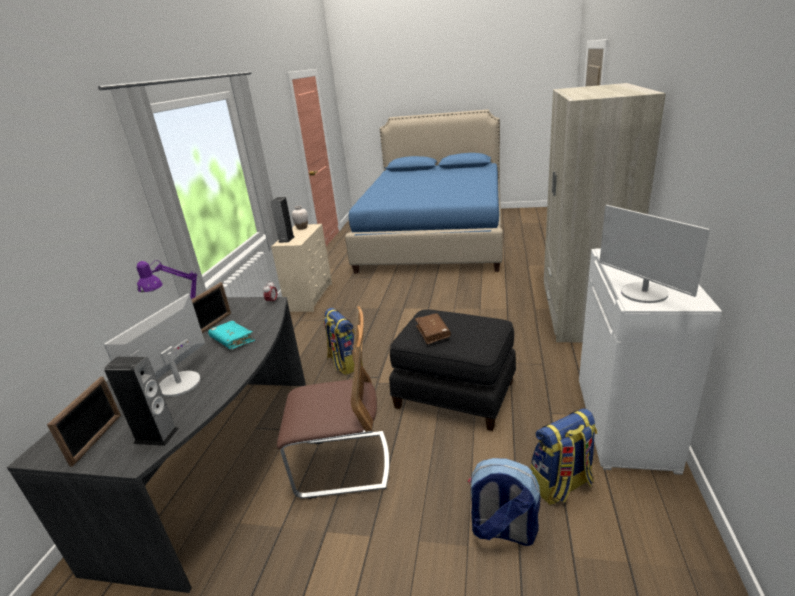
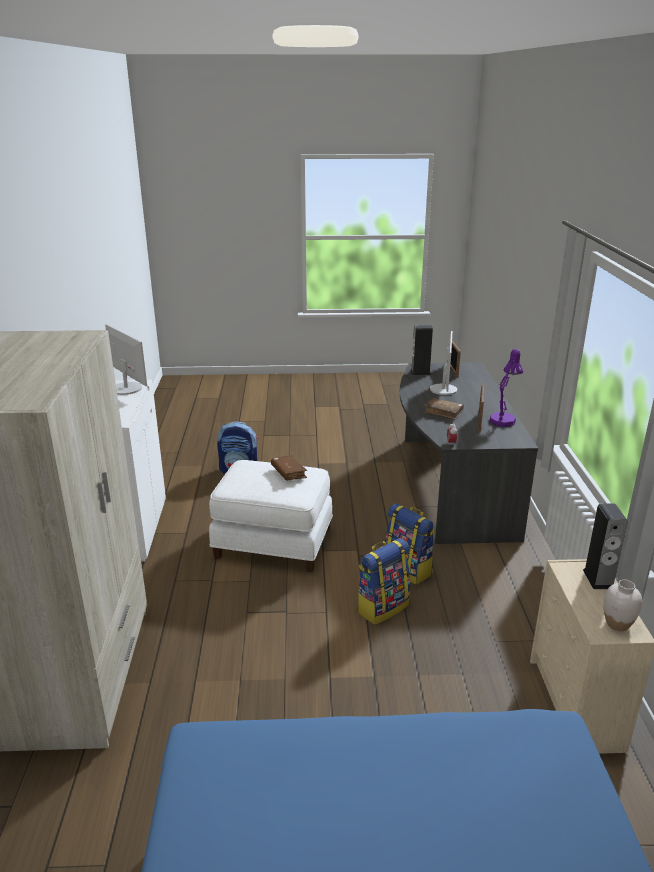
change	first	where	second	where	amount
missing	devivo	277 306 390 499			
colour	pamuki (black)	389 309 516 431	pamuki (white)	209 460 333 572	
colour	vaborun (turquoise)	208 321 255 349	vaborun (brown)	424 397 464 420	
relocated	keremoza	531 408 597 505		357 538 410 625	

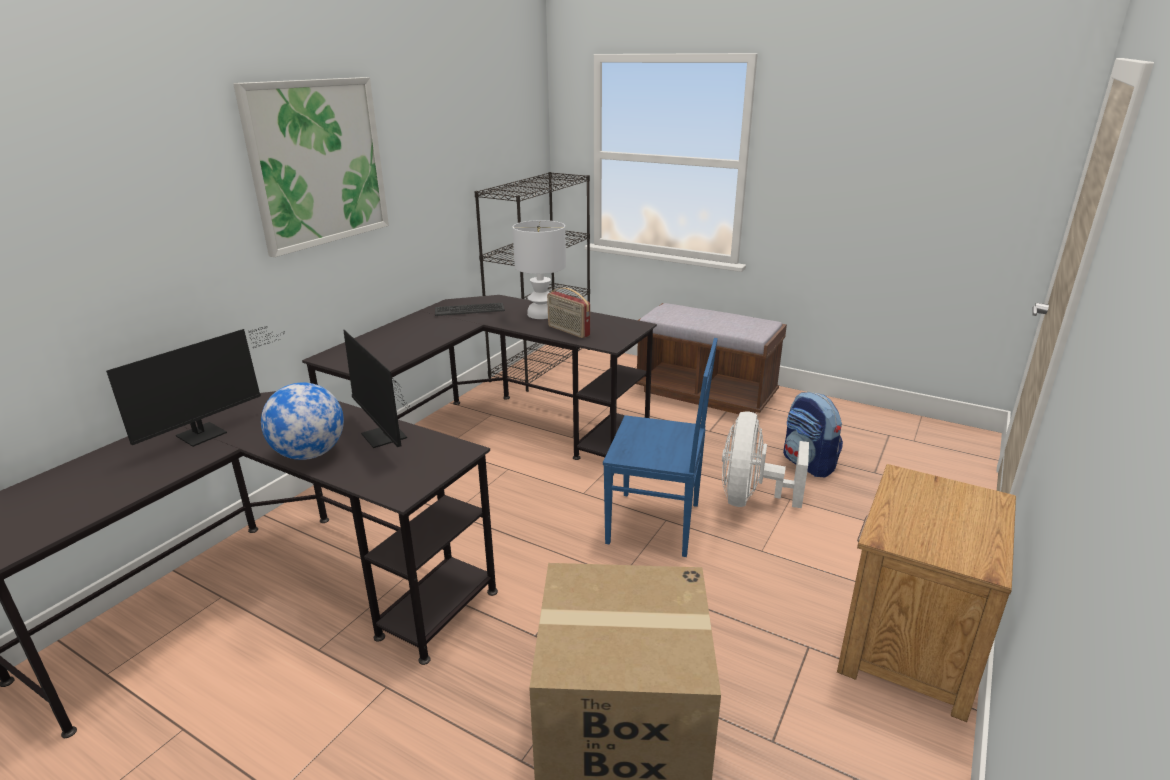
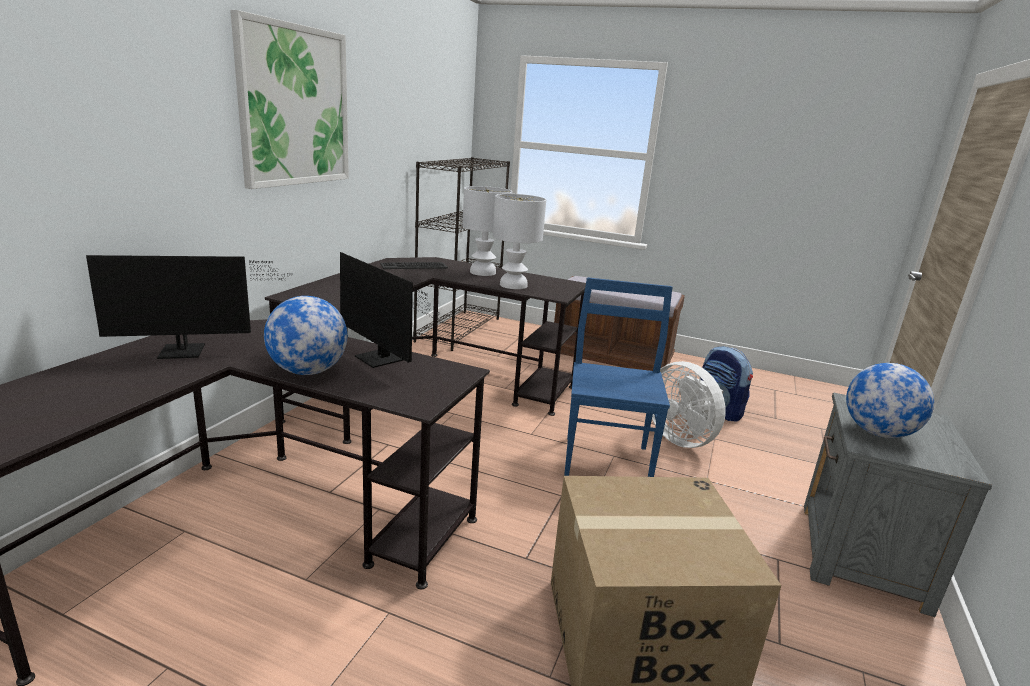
change	first	where	second	where	amount
exchanged	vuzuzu	547 288 590 338	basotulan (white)	493 194 546 289	
spun	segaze	106 327 284 447		86 255 290 359	45 degrees clockwise
spun	devivo (blue)	603 338 718 557		564 278 673 477	90 degrees counterclockwise
spun	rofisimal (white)	722 412 809 508		652 361 726 448	45 degrees counterclockwise
colour	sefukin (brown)	837 464 1016 722	sefukin (grey)	804 392 992 617	
appeared			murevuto	846 363 934 438	

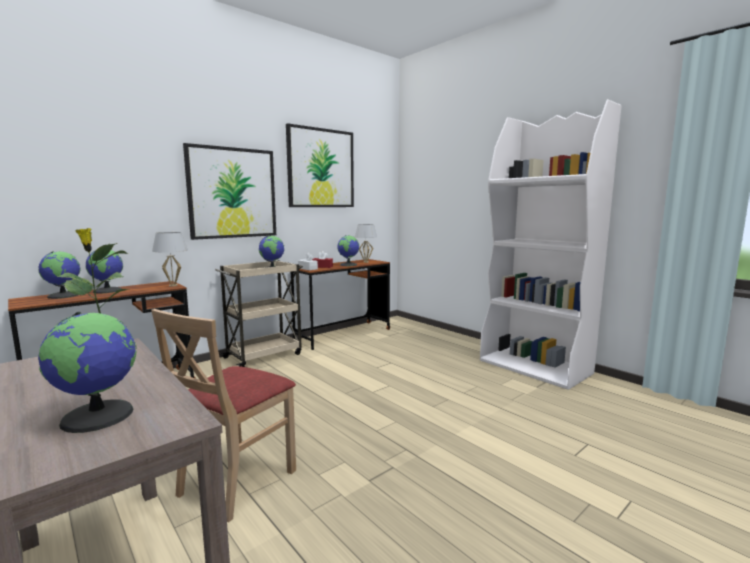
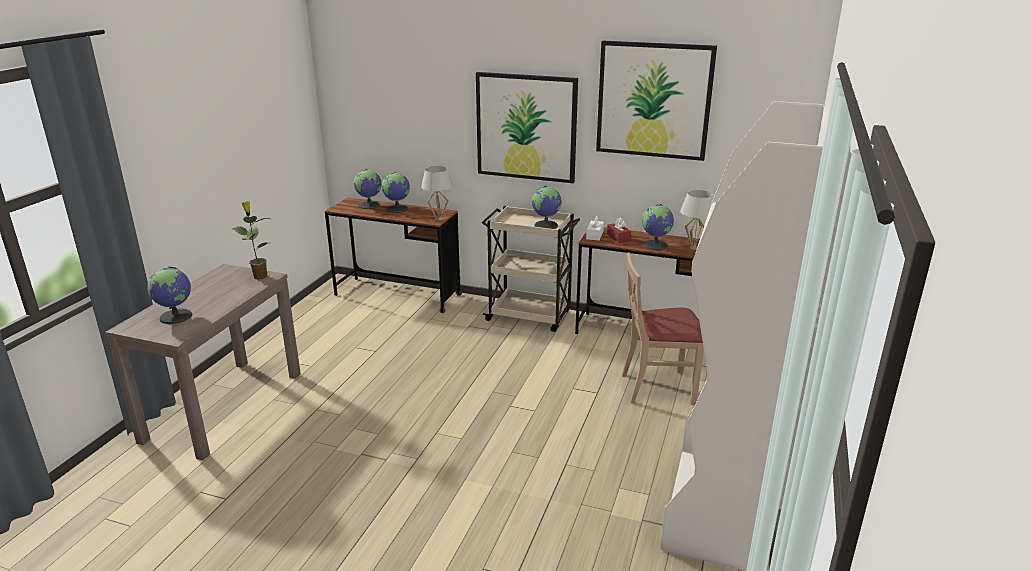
change	first	where	second	where	amount
relocated	devivo (beige)	151 309 296 522		622 252 704 405	

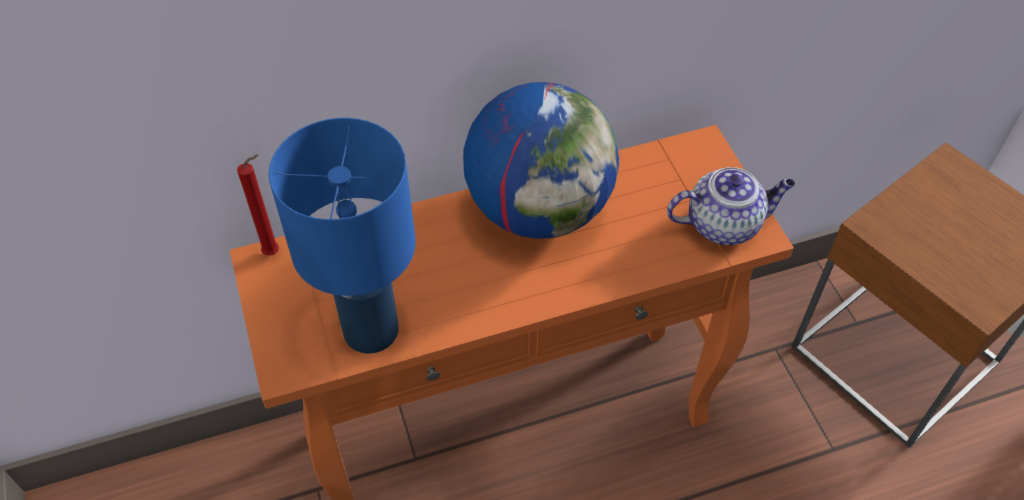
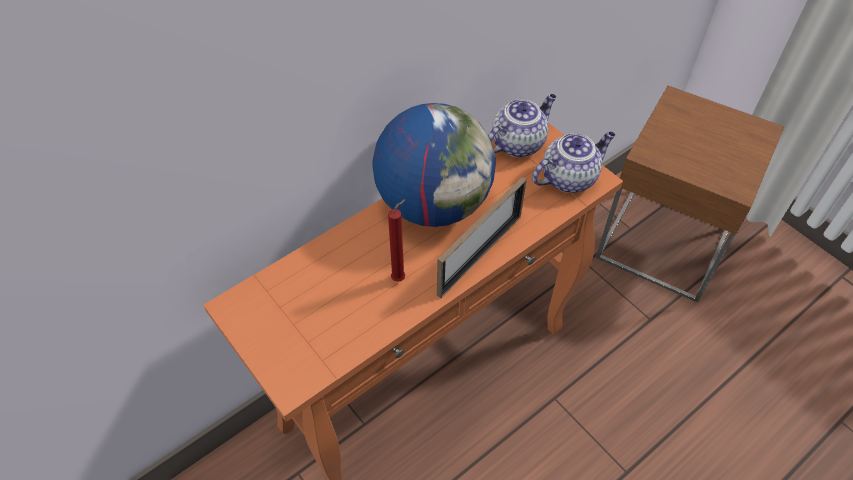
change	first	where	second	where	amount
missing	basotulan (blue)	269 118 416 354			
relocated	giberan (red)	237 155 279 256		388 199 406 282	
appeared			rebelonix	488 94 557 158	
appeared			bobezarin	437 177 527 298	

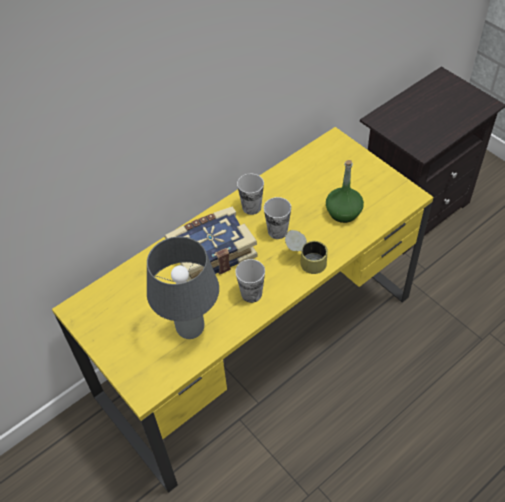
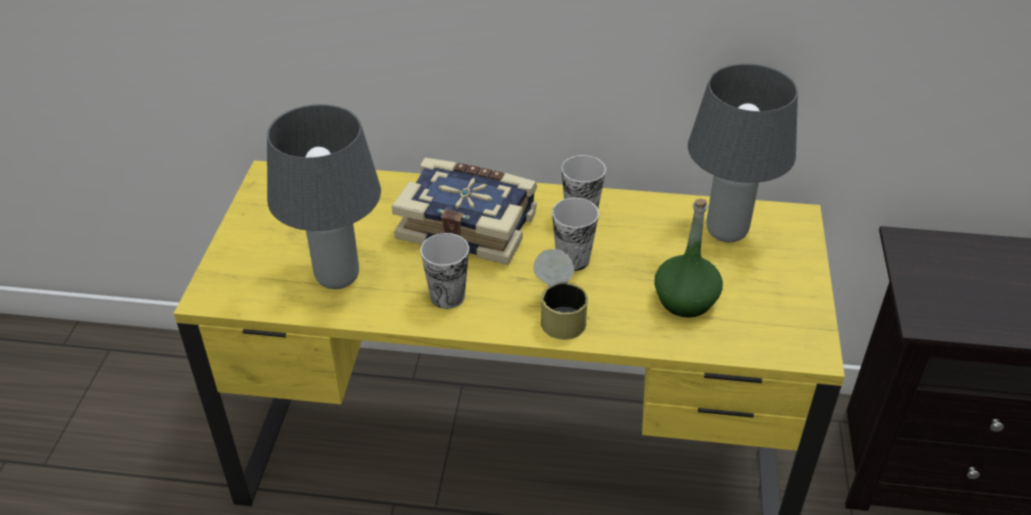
change	first	where	second	where	amount
appeared			basotulan (grey)	688 63 798 243	

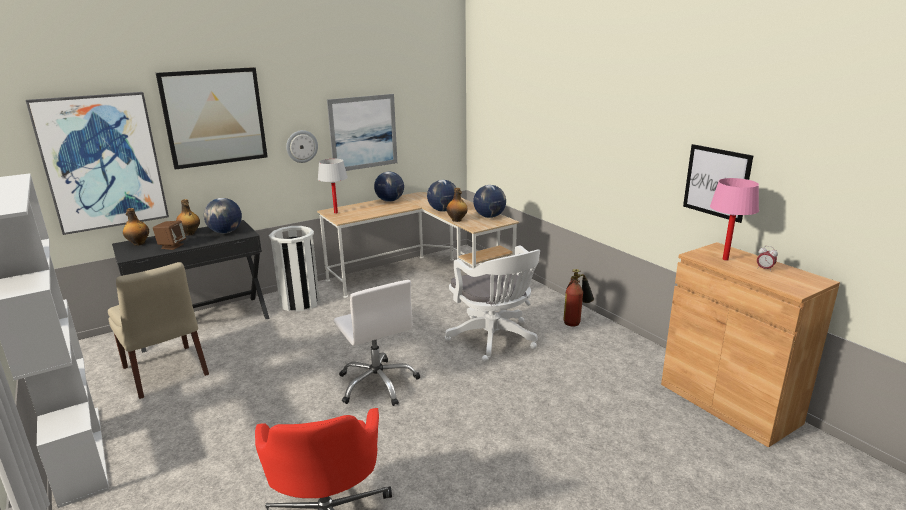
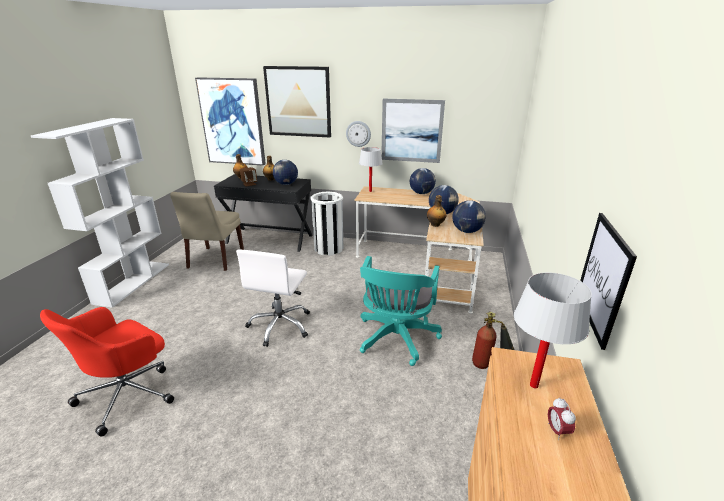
change	first	where	second	where	amount
colour	basotulan (pink)	710 178 759 261	basotulan (white)	514 272 592 388	
colour	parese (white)	445 246 540 362	parese (turquoise)	360 256 442 366	

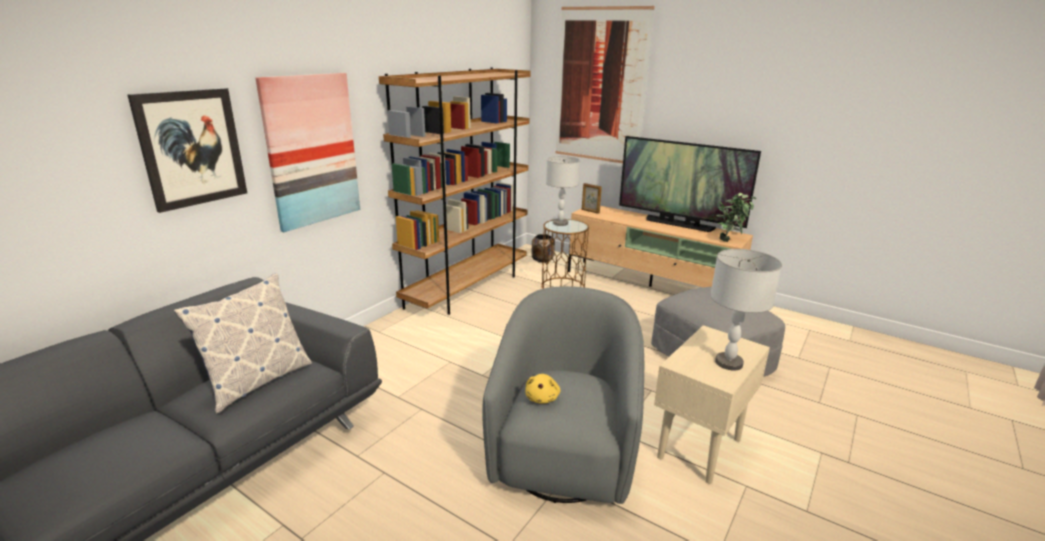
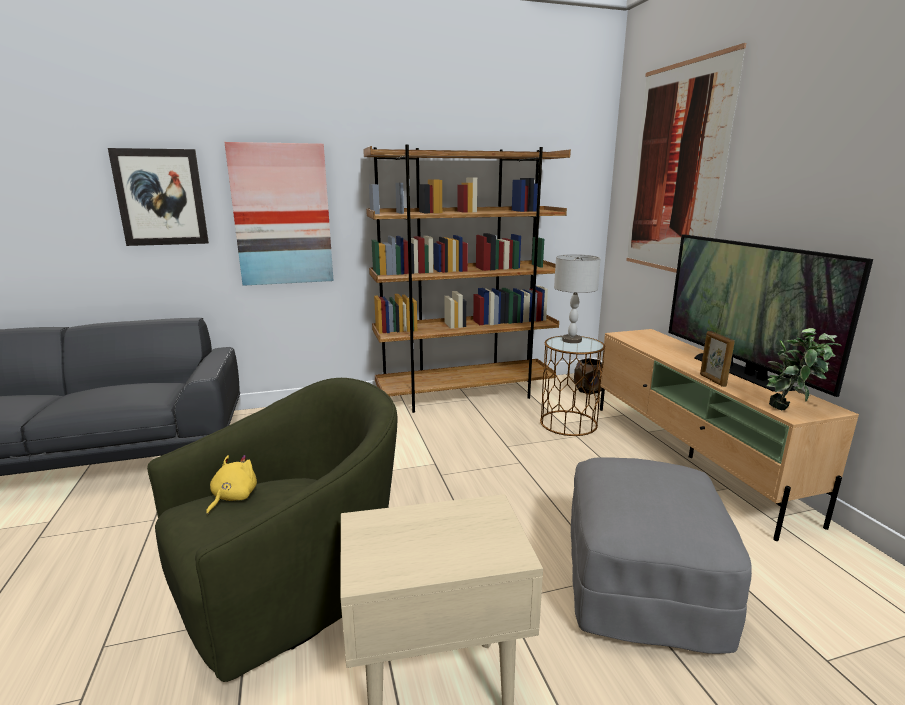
change	first	where	second	where	amount
relocated	bobezarin	582 183 602 214		700 331 735 387	
missing	basotulan (grey)	710 249 782 371			
missing	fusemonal	174 273 312 414			
colour	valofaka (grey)	482 286 644 504	valofaka (green)	147 378 397 682	
spun	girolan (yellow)	525 374 560 404		206 455 257 515	150 degrees clockwise

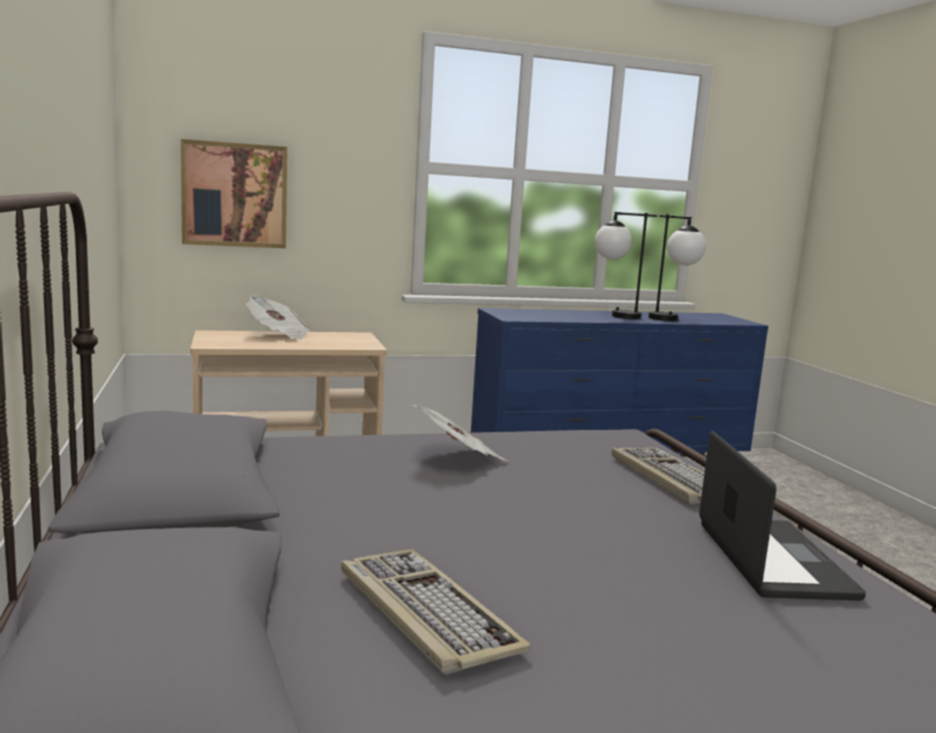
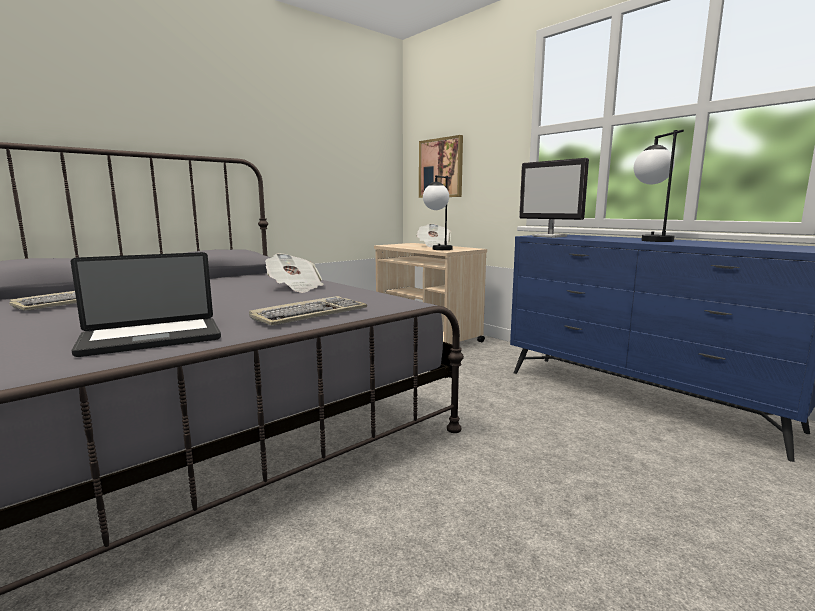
change	first	where	second	where	amount
relocated	basotulan	648 214 706 321		423 175 453 250	
appeared			segaze	519 158 589 238	

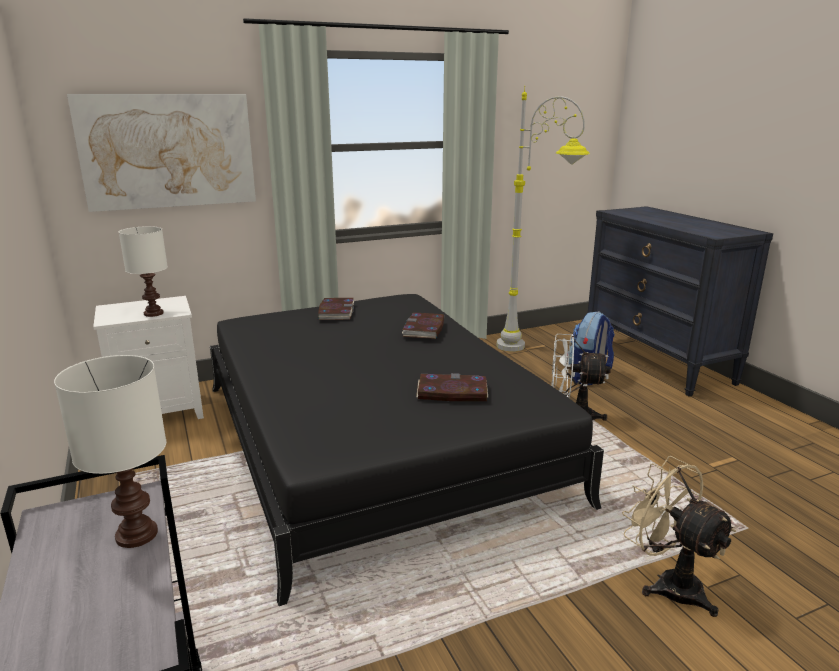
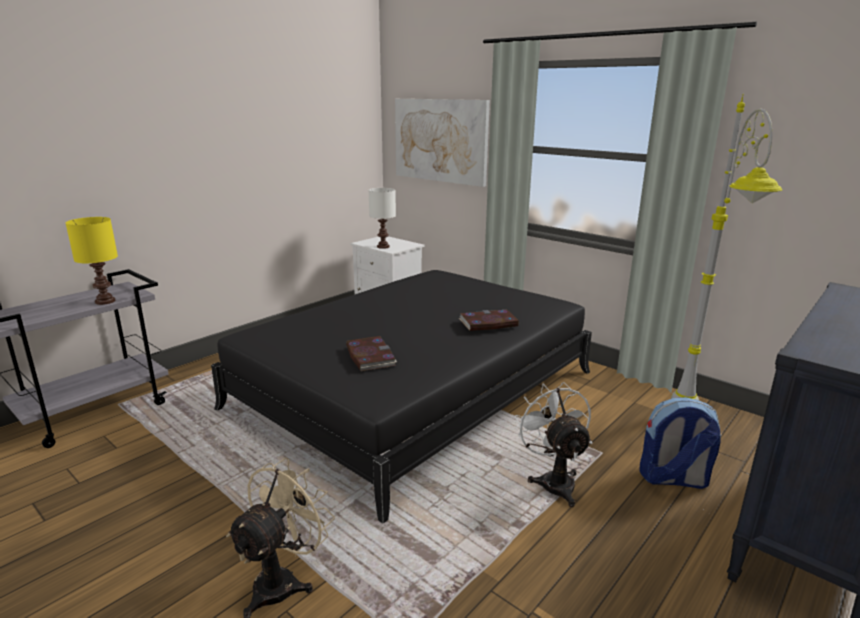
change	first	where	second	where	amount
missing	vaborun	318 298 354 320			
colour	basotulan (white)	54 355 166 548	basotulan (yellow)	66 217 118 305	

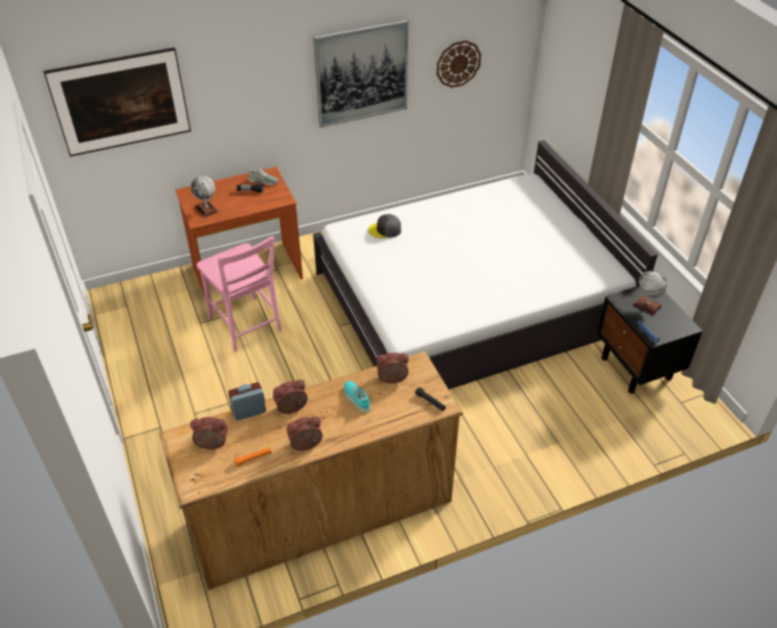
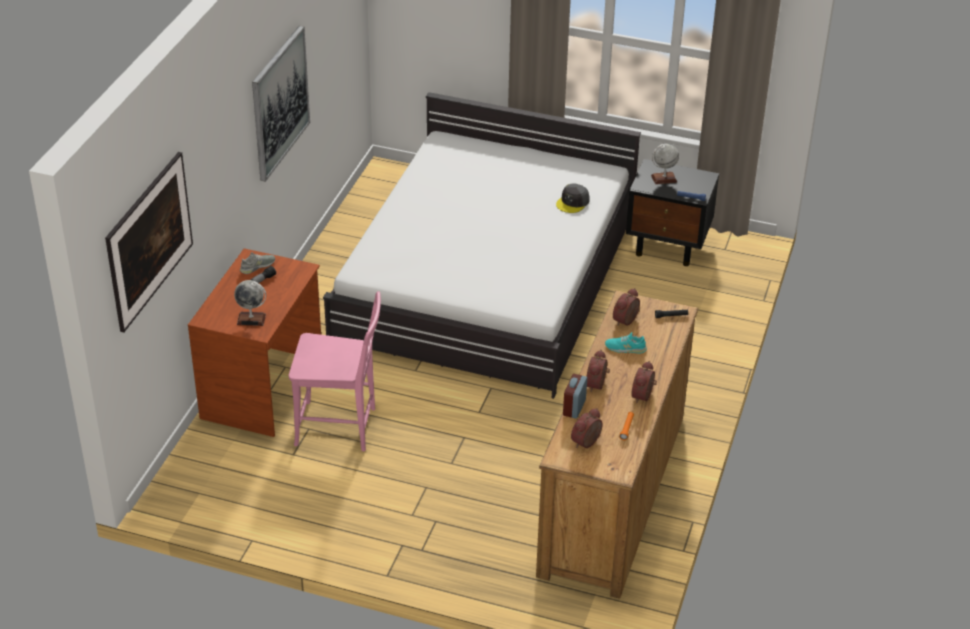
change	first	where	second	where	amount
missing	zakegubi	437 40 481 88			
relocated	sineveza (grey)	368 214 401 238		556 183 590 213	

